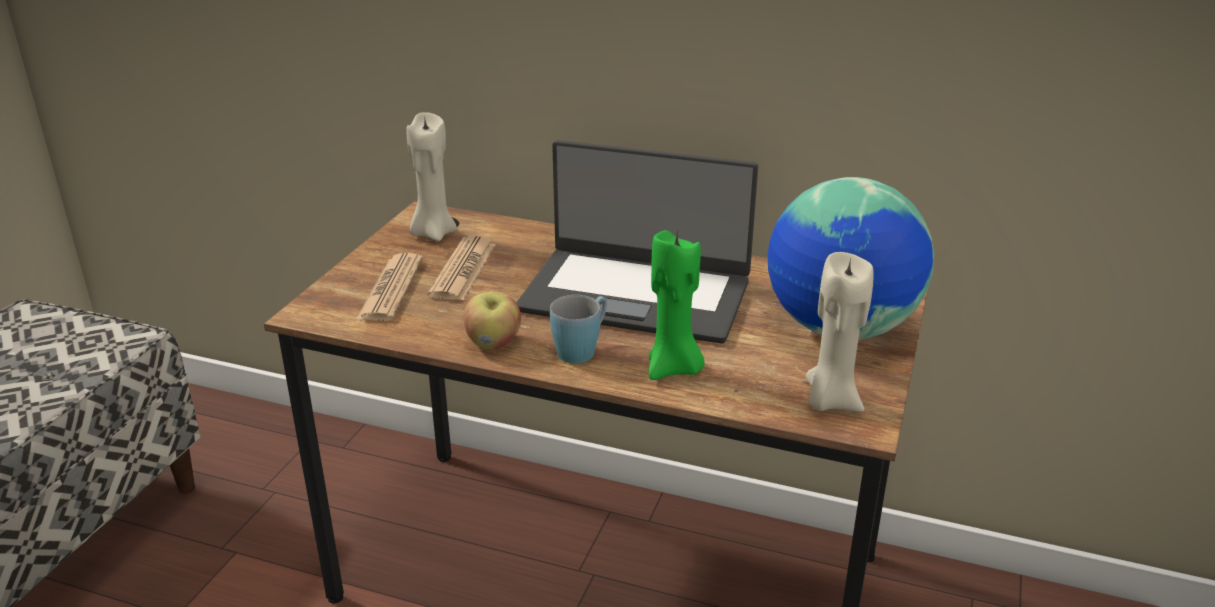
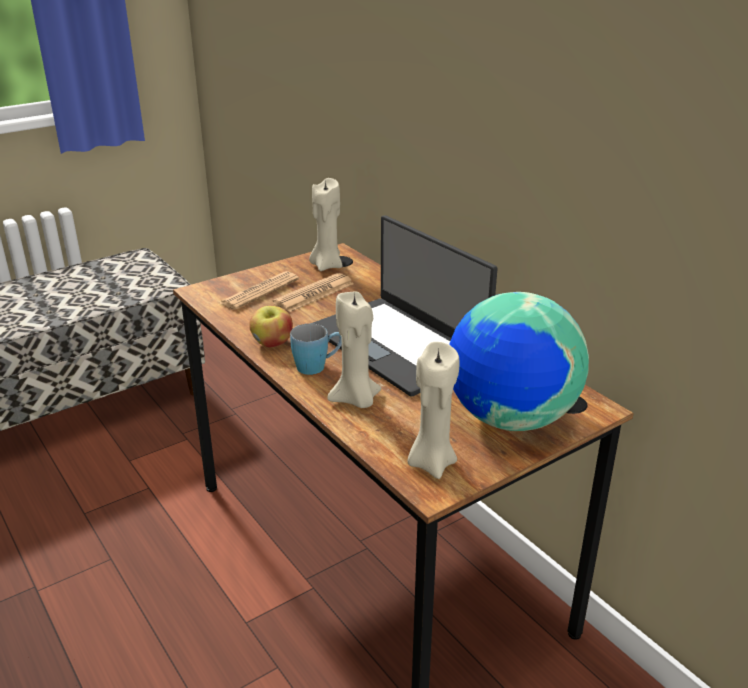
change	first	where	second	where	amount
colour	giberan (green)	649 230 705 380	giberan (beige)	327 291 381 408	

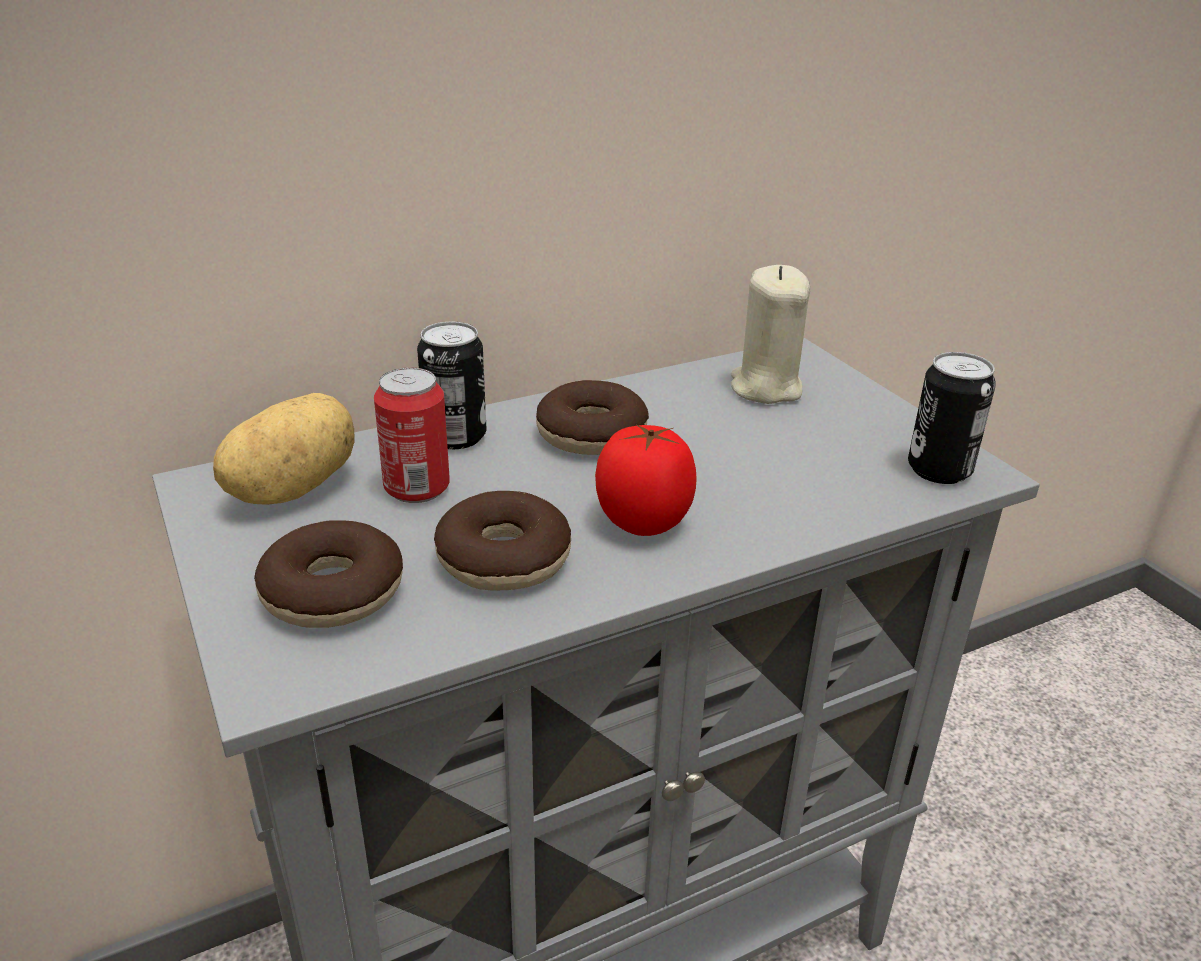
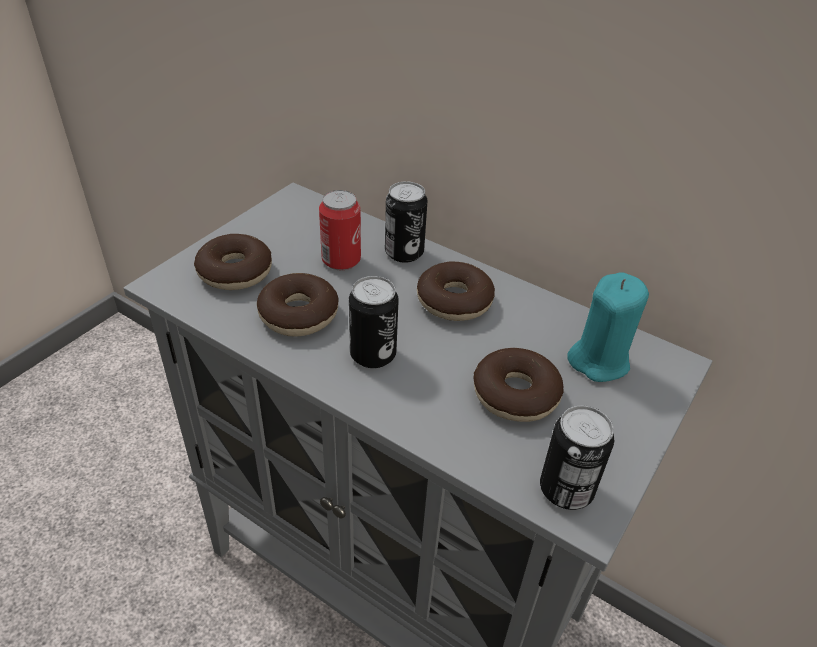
change	first	where	second	where	amount
colour	giberan (beige)	731 265 810 404	giberan (turquoise)	568 272 649 382	
missing	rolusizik	213 393 355 505			
exchanged	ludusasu	595 425 697 536	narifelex	349 276 399 368	
appeared			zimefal	473 348 564 422	

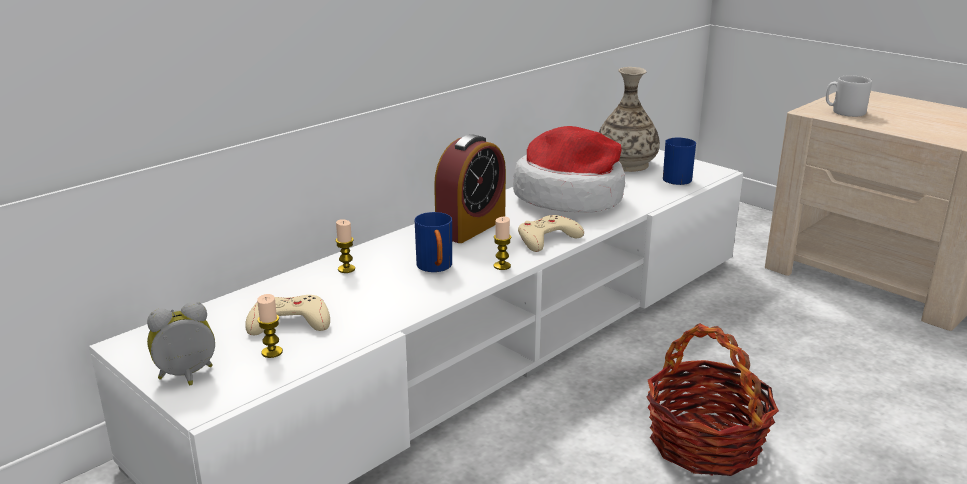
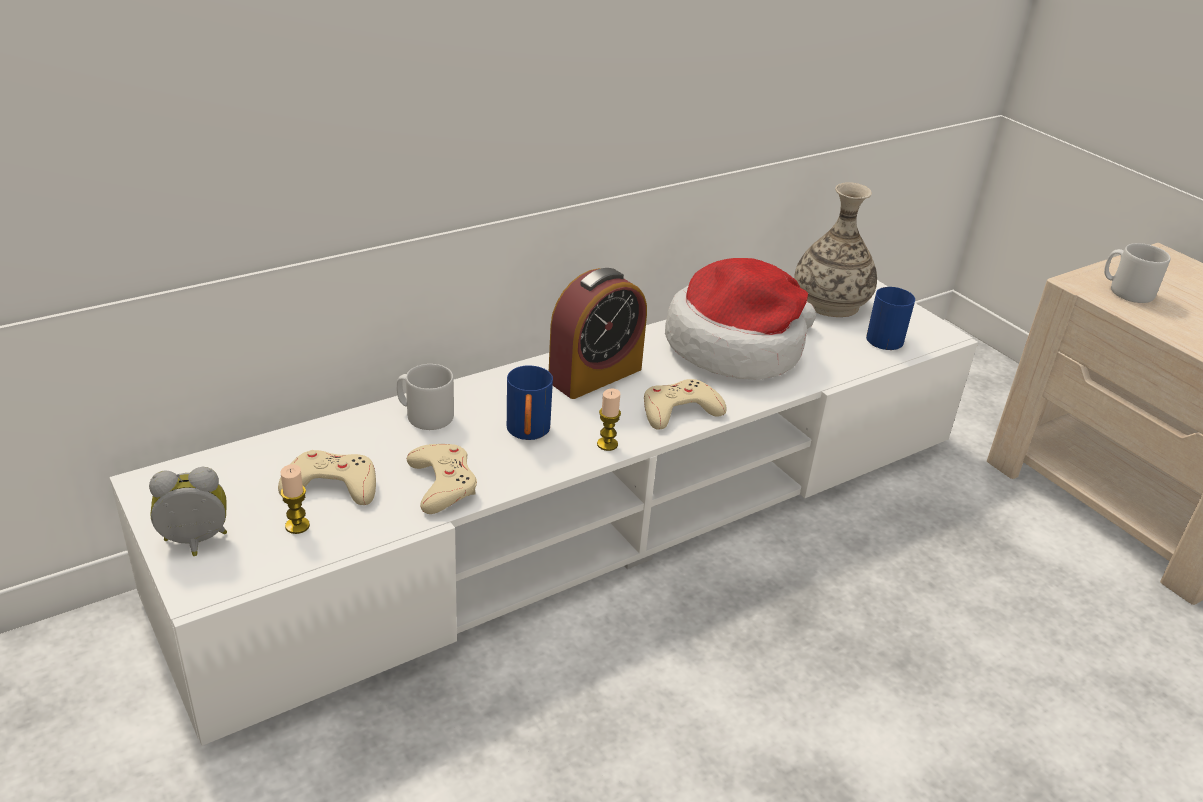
change	first	where	second	where	amount
exchanged	giberan	336 219 355 273	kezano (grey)	397 364 454 430	
missing	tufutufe	647 323 779 476			
appeared			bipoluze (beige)	407 444 477 514	

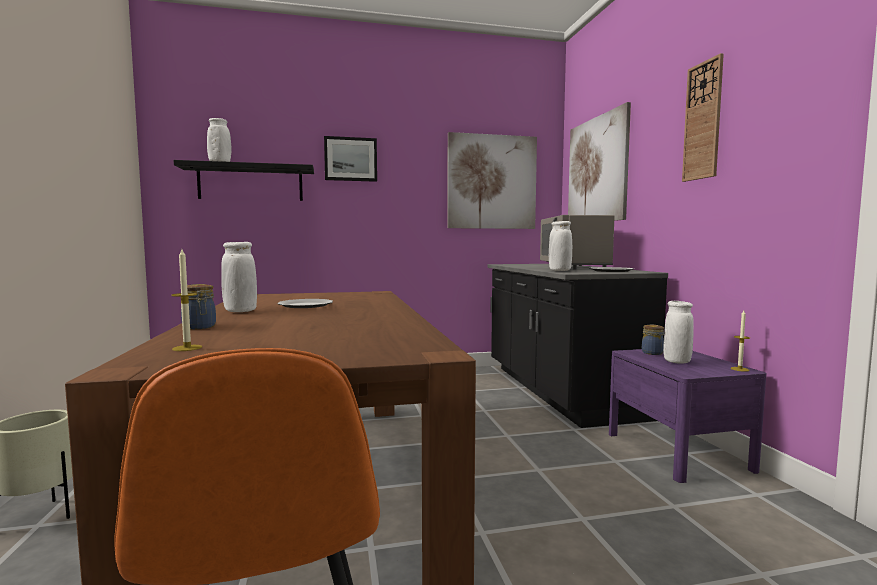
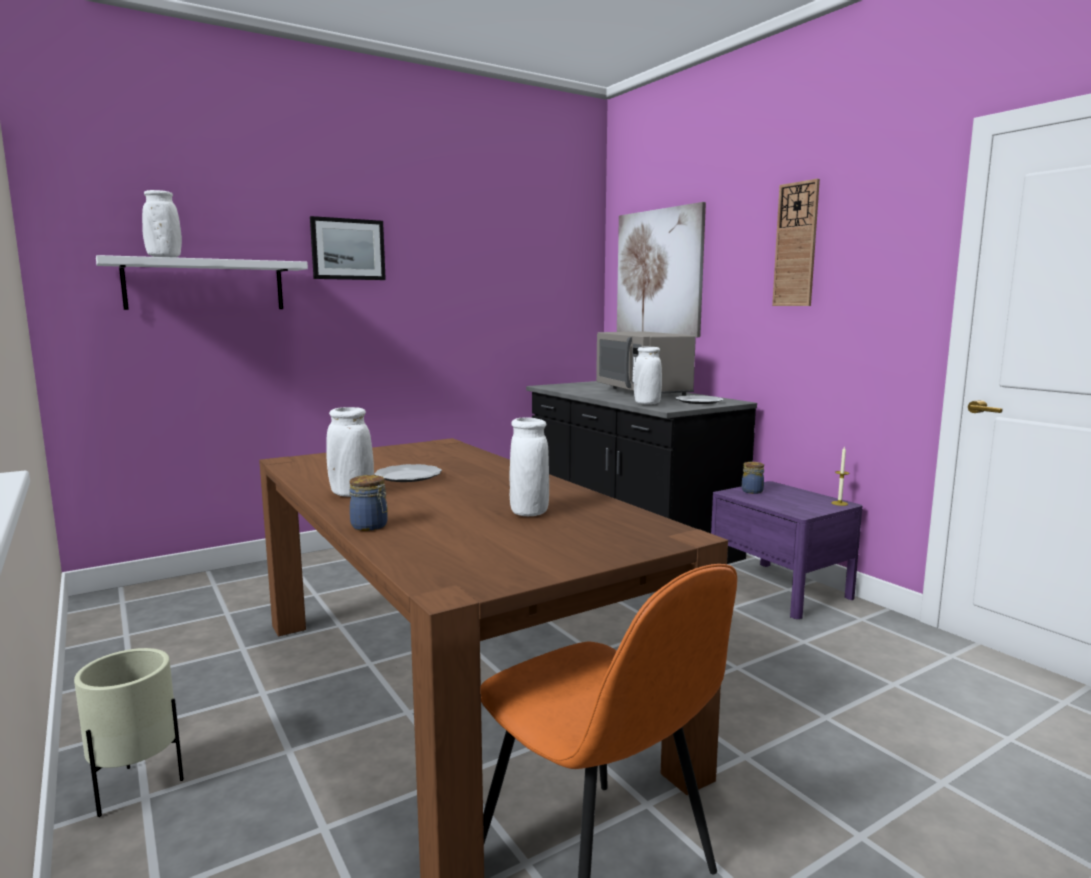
change	first	where	second	where	amount
missing	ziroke	447 132 537 229			
colour	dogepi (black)	173 160 314 201	dogepi (white)	96 255 308 310	
missing	giberan	171 249 202 351			
relocated	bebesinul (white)	663 301 694 364		510 417 549 516	

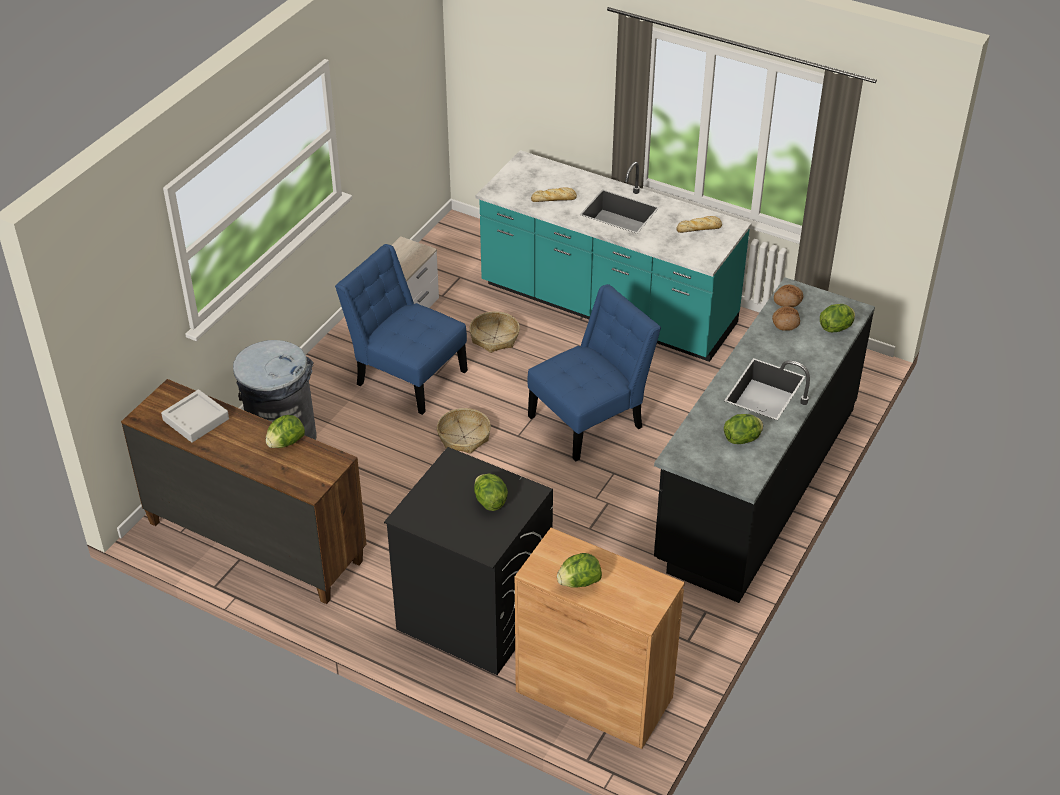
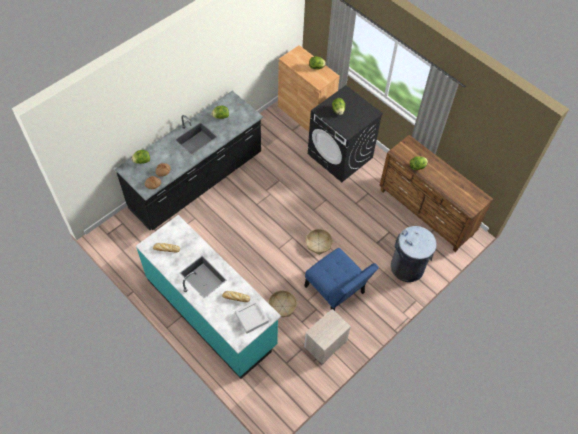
change	first	where	second	where	amount
missing	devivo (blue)	527 284 661 462			
relocated	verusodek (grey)	161 389 229 443		235 300 269 334	

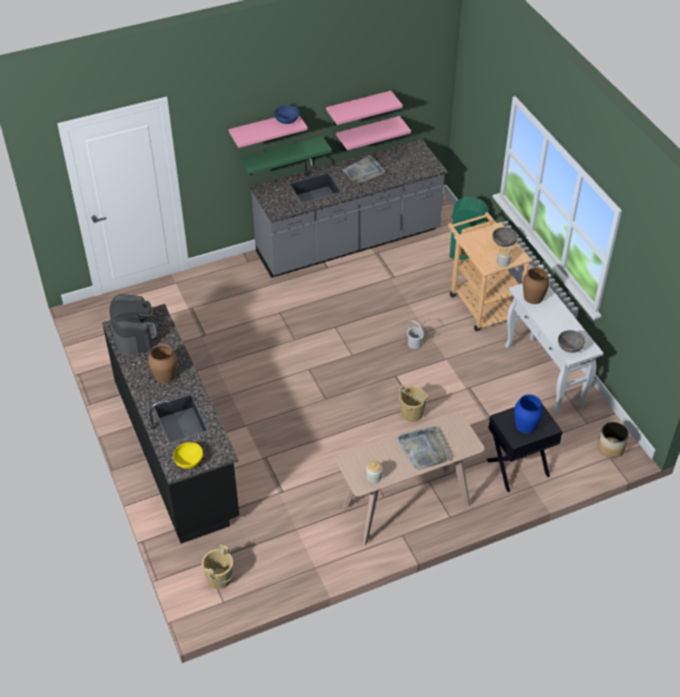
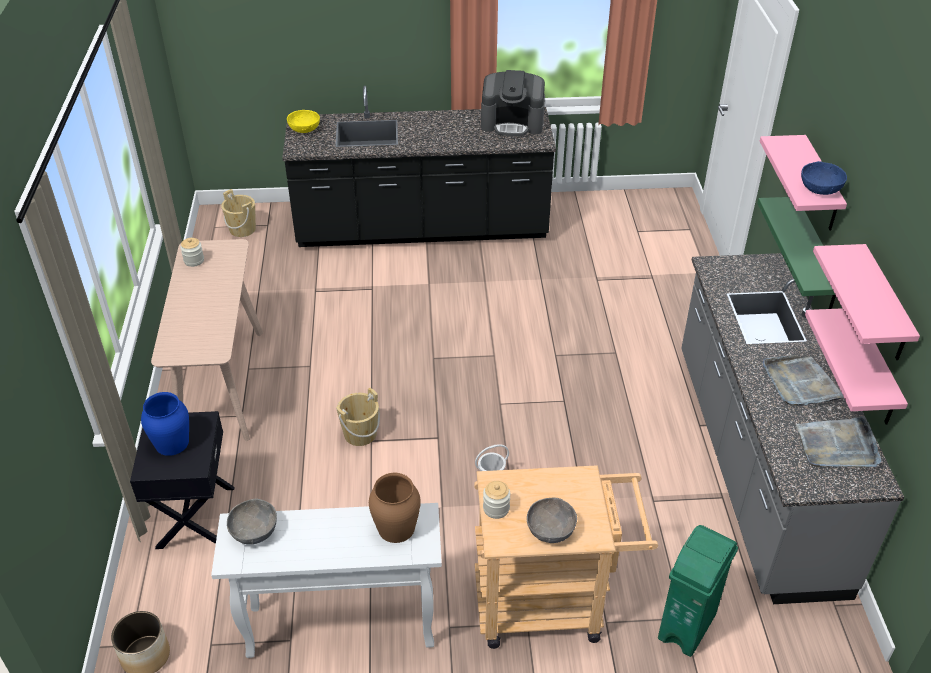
change	first	where	second	where	amount
missing	bebesinul (brown)	148 344 177 383			
relocated	verusodek (grey)	397 427 450 470		796 416 881 467	

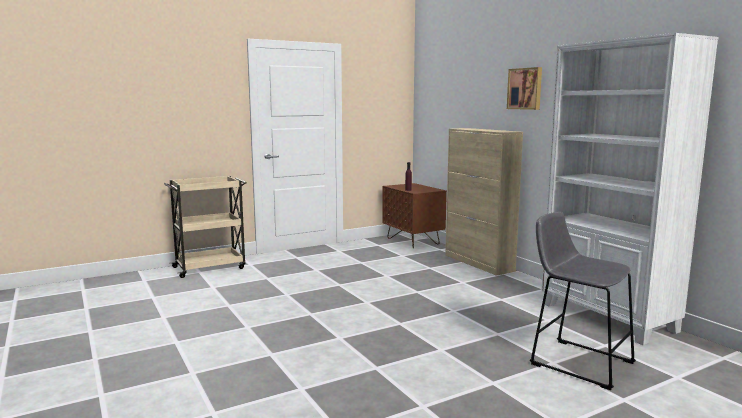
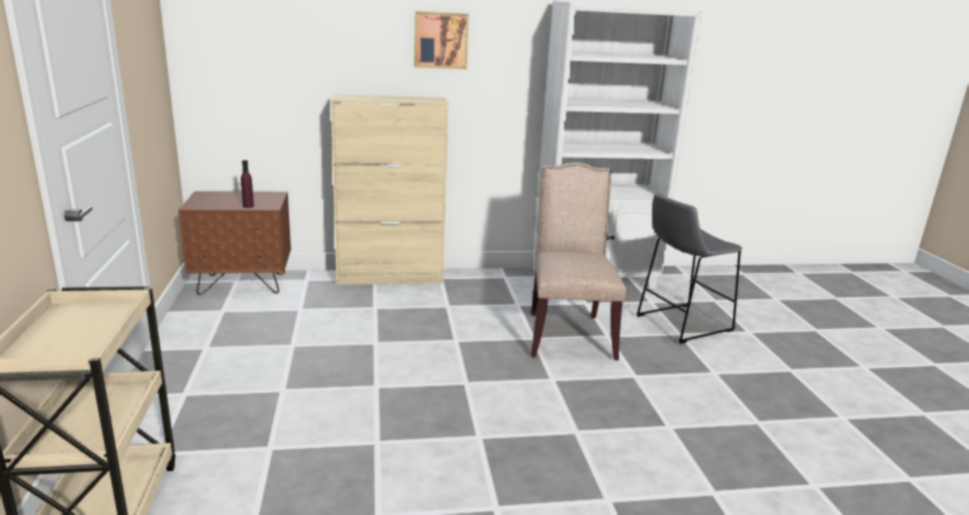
change	first	where	second	where	amount
appeared			devivo (beige)	531 162 626 360	

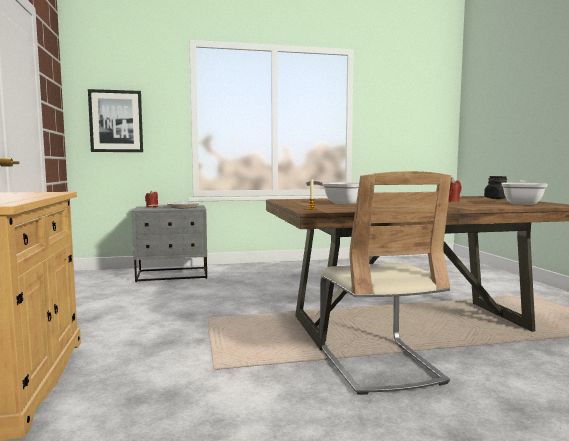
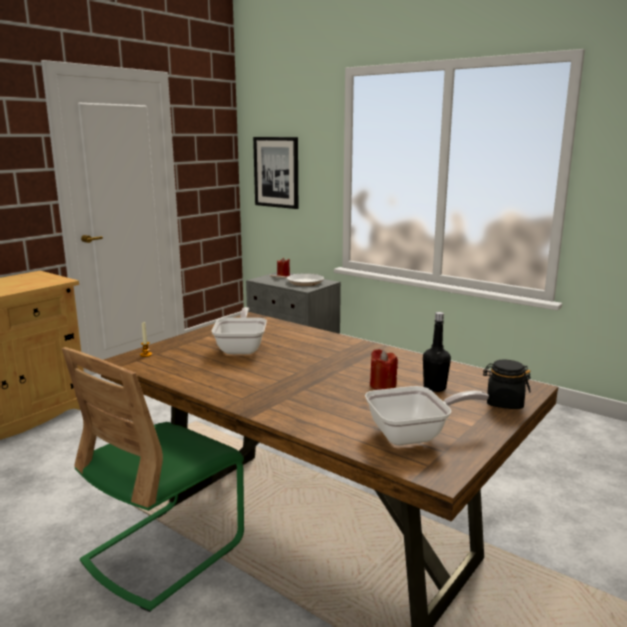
change	first	where	second	where	amount
colour	devivo (beige)	320 171 451 395	devivo (green)	62 347 244 612	
appeared			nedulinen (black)	423 312 451 392	

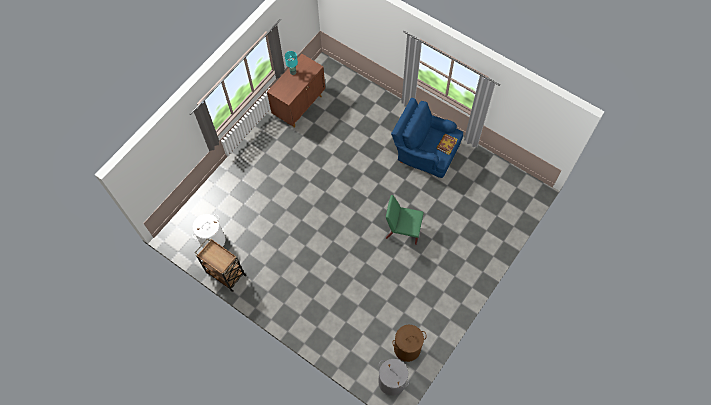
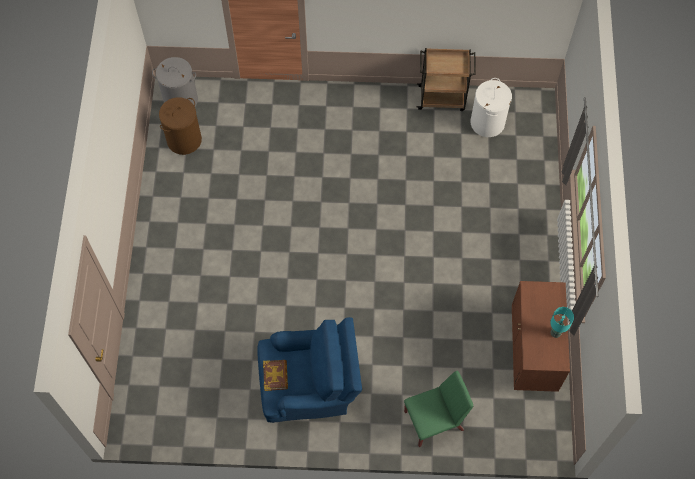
change	first	where	second	where	amount
relocated	devivo (green)	386 195 424 245		404 371 473 447	

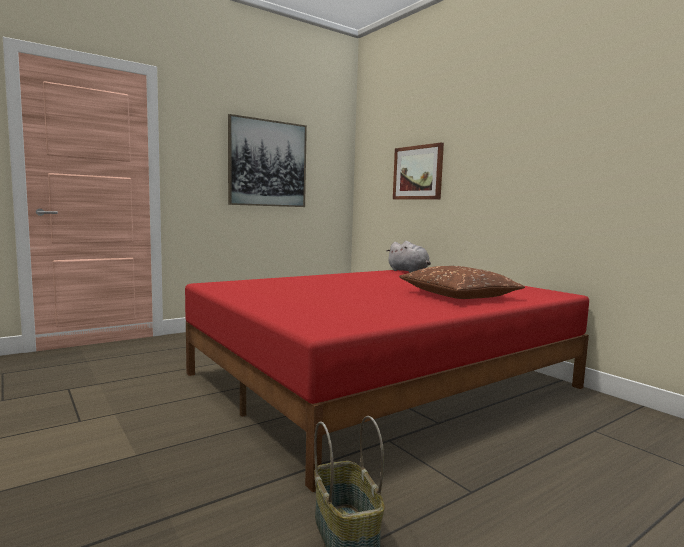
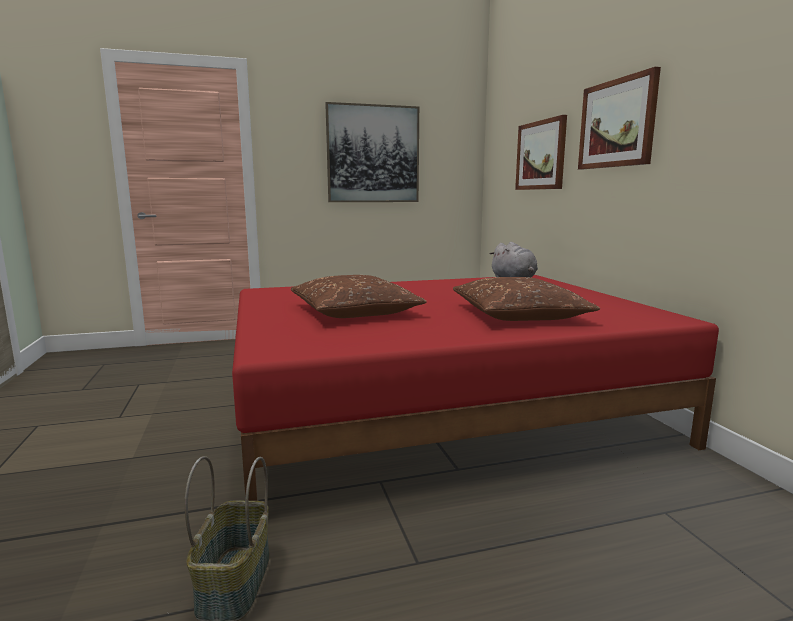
change	first	where	second	where	amount
appeared			ziroke	578 67 661 170	
appeared			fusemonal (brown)	291 275 427 318	

